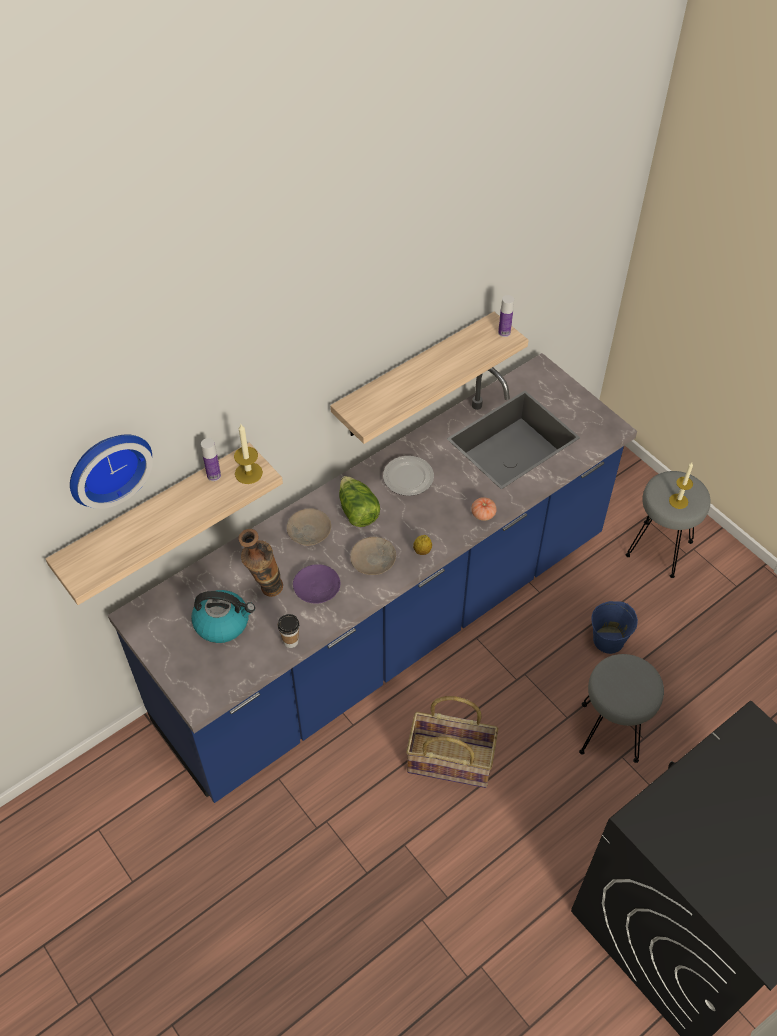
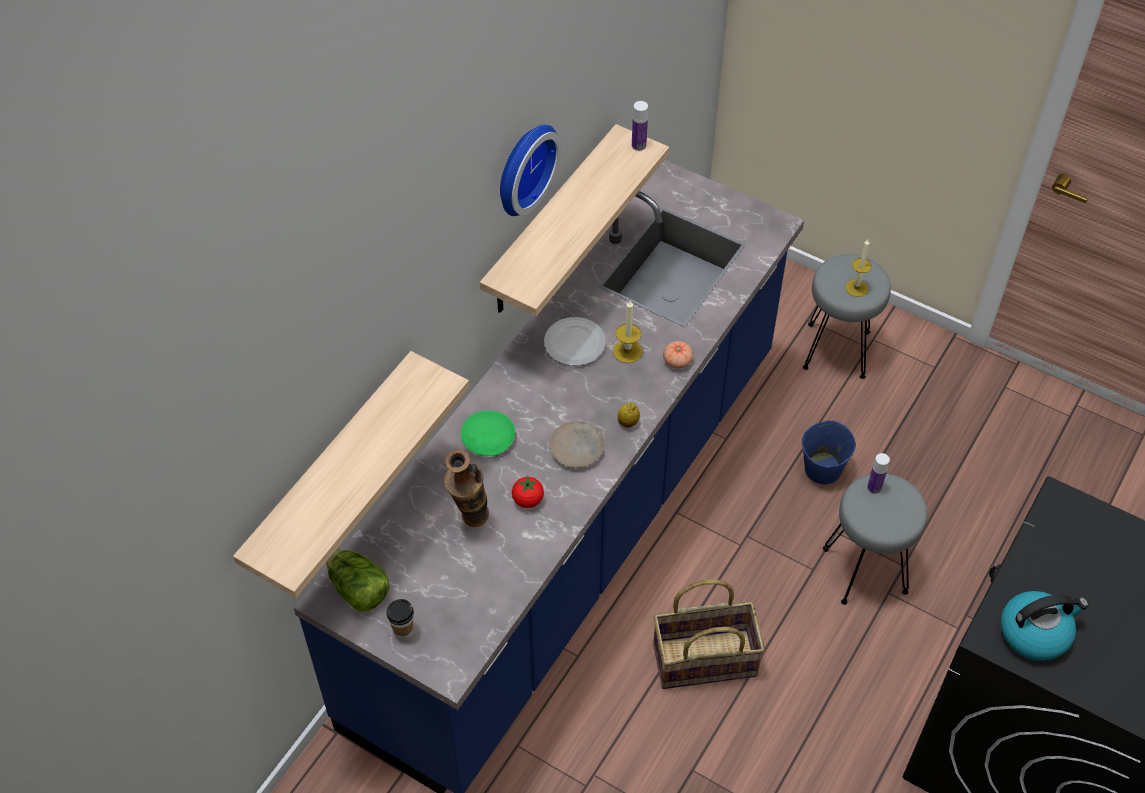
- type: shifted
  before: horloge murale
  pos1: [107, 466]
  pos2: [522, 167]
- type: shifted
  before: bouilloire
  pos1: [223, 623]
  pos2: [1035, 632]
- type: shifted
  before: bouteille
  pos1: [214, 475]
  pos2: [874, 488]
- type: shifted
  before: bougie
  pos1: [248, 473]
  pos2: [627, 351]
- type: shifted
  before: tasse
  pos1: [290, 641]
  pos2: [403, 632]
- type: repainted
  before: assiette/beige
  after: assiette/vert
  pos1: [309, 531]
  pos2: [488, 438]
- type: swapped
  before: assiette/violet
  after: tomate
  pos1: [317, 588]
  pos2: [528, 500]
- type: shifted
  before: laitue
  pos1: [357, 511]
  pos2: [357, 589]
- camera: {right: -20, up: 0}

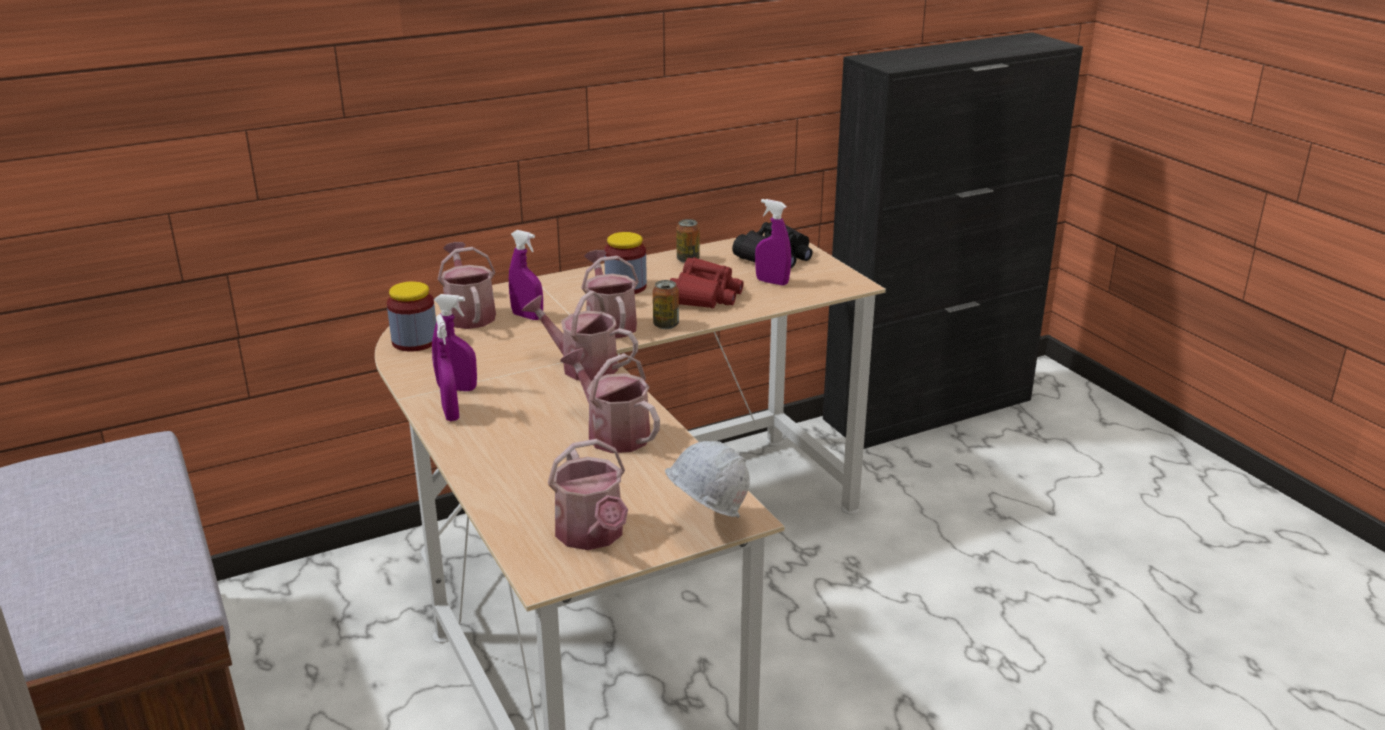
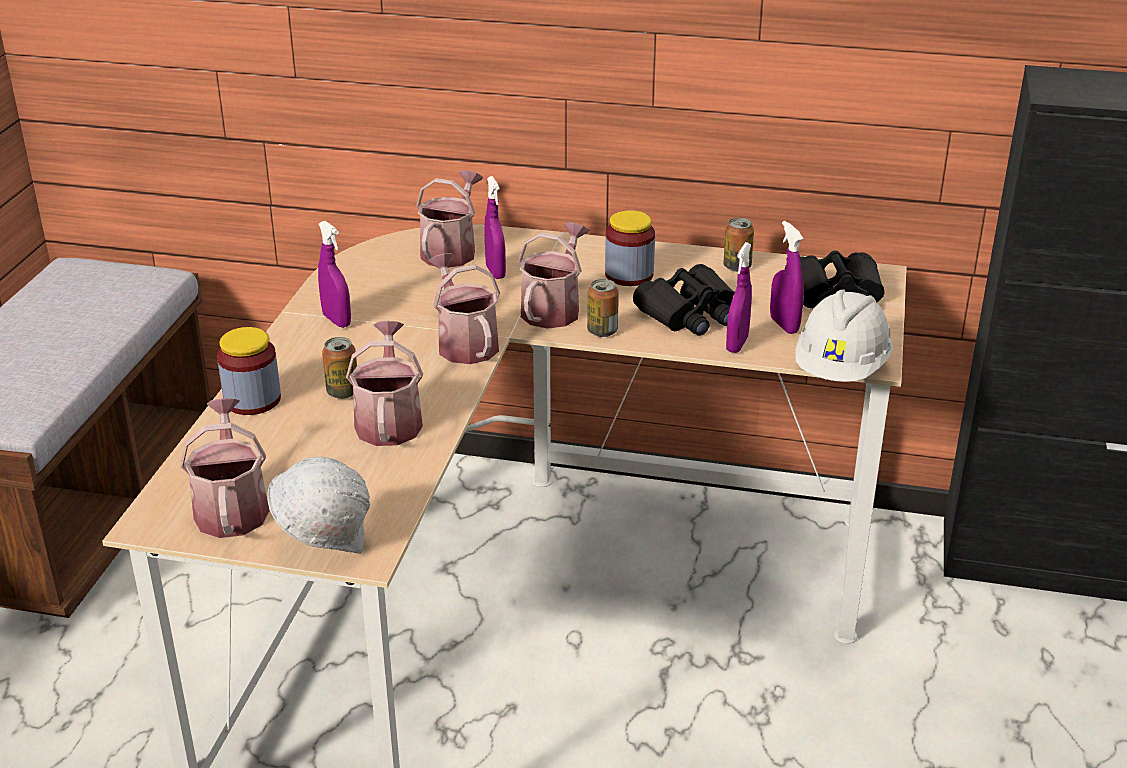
- type: shifted
  before: bocal
  pos1: [415, 341]
  pos2: [252, 400]
- type: shifted
  before: vaporisateur/violet
  pos1: [450, 413]
  pos2: [737, 344]
- type: rotated
  before: arrosoir
  pos1: [592, 536]
  pos2: [231, 507]
  turn: 150
- type: repainted
  before: jumelles/rouge
  after: jumelles/noir
  pos1: [705, 296]
  pos2: [690, 314]
- type: new
  after: boîte métallique
  pos2: [343, 392]
- type: new
  after: casque de chantier/blanc
  pos2: [841, 369]
- camera: {right: 40, up: 5}

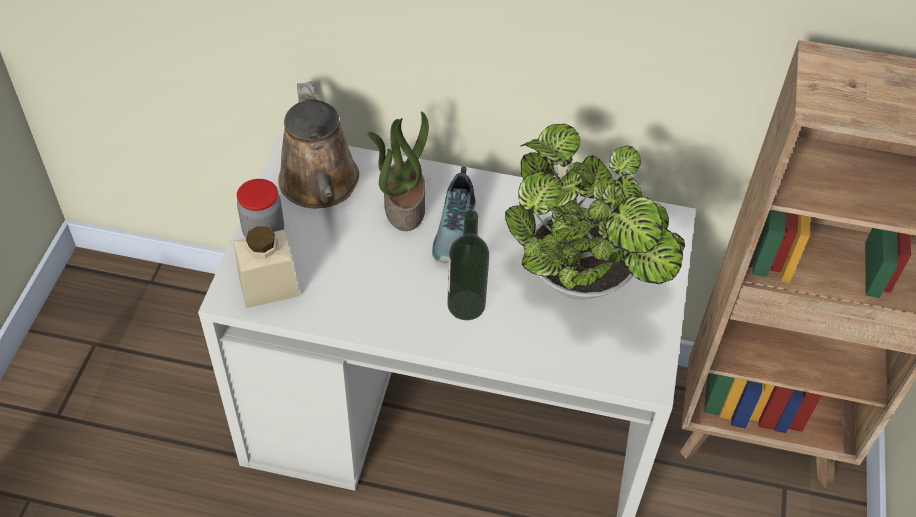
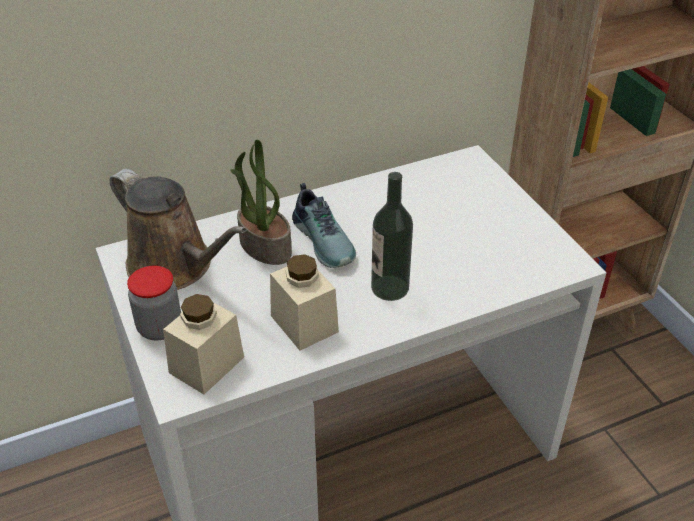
- type: gone
  before: plante en pot
  pos1: [584, 283]
- type: new
  after: bocal/beige
  pos2: [304, 324]
- camera: {right: -35, up: -10}

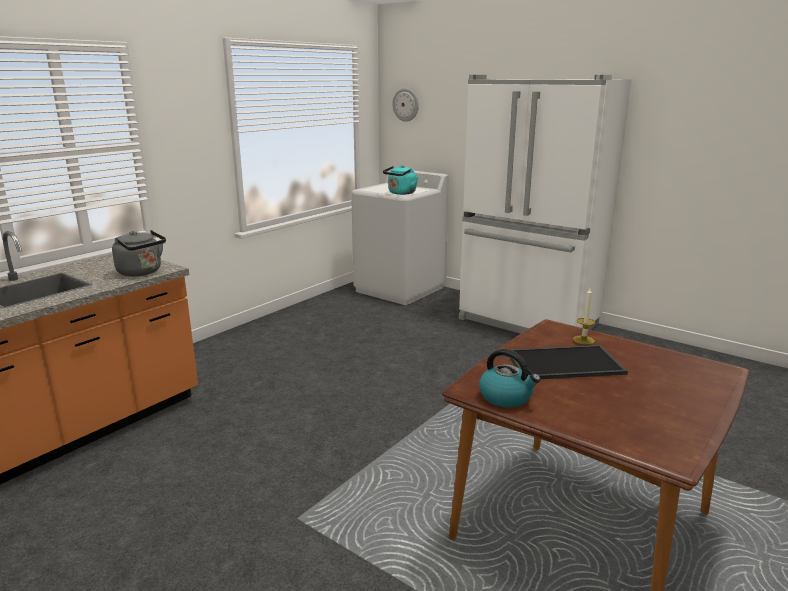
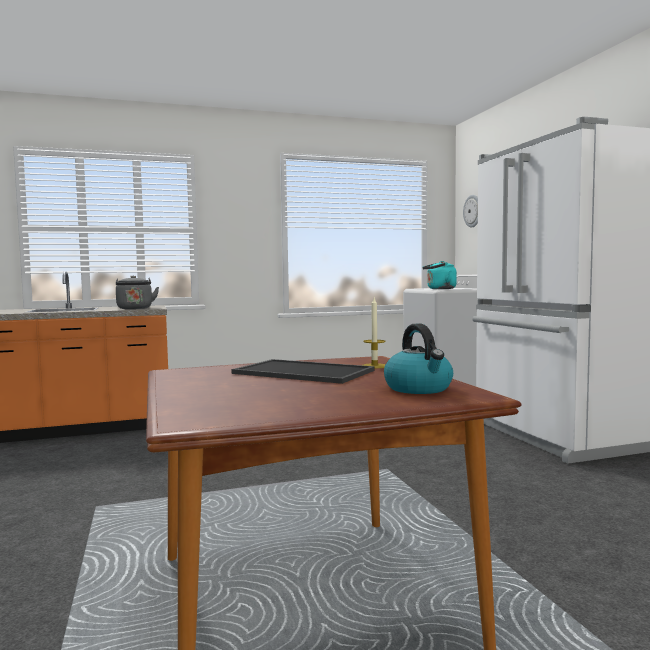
- type: shifted
  before: bouilloire
  pos1: [506, 397]
  pos2: [419, 388]
- camera: {right: 35, up: -15}

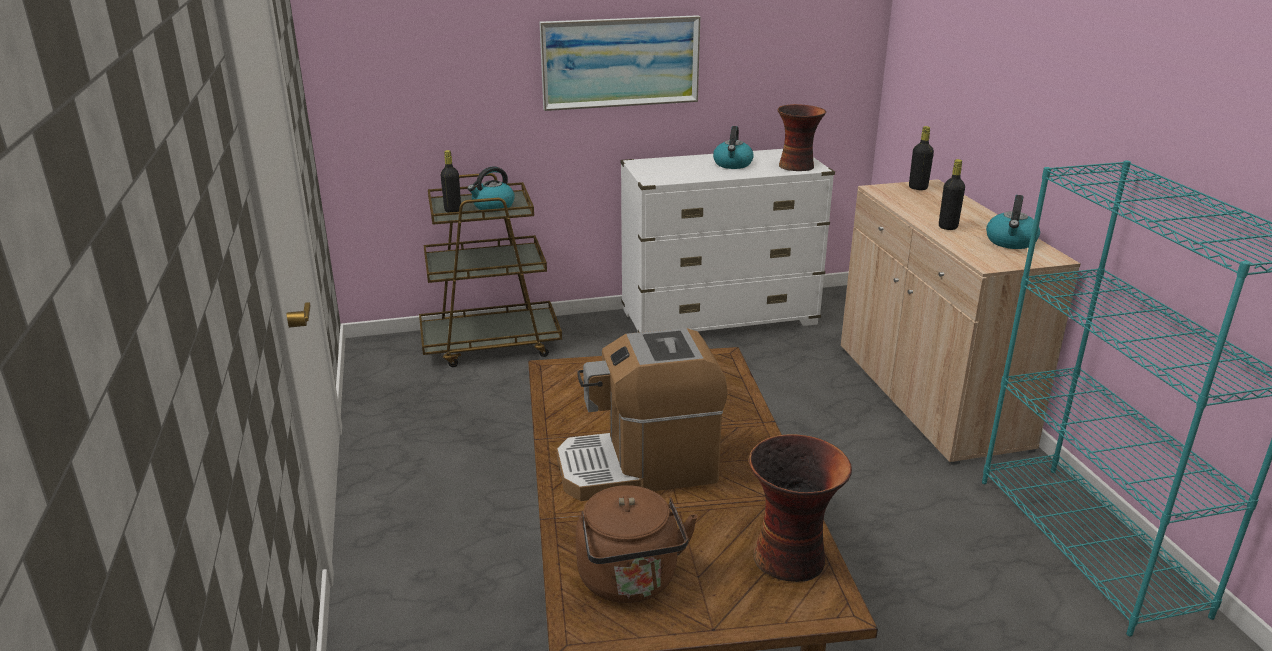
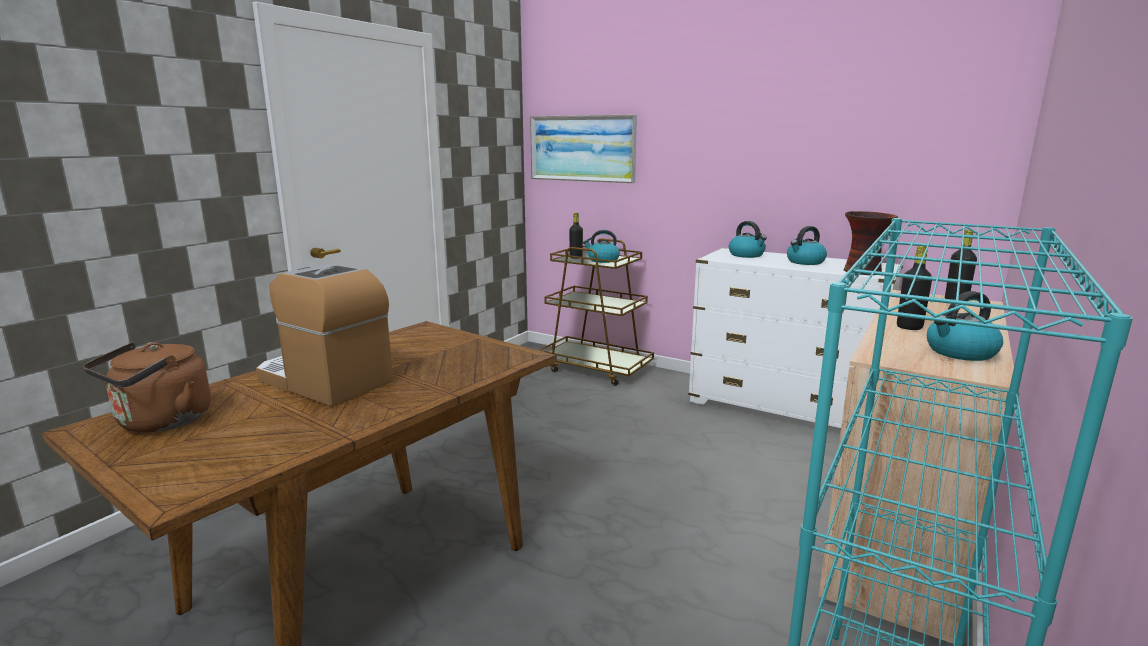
- type: shifted
  before: tableau
  pos1: [620, 62]
  pos2: [582, 148]
- type: gone
  before: vase
  pos1: [792, 558]
- type: new
  after: bouilloire
  pos2: [747, 255]
- camera: {right: 45, up: -10}

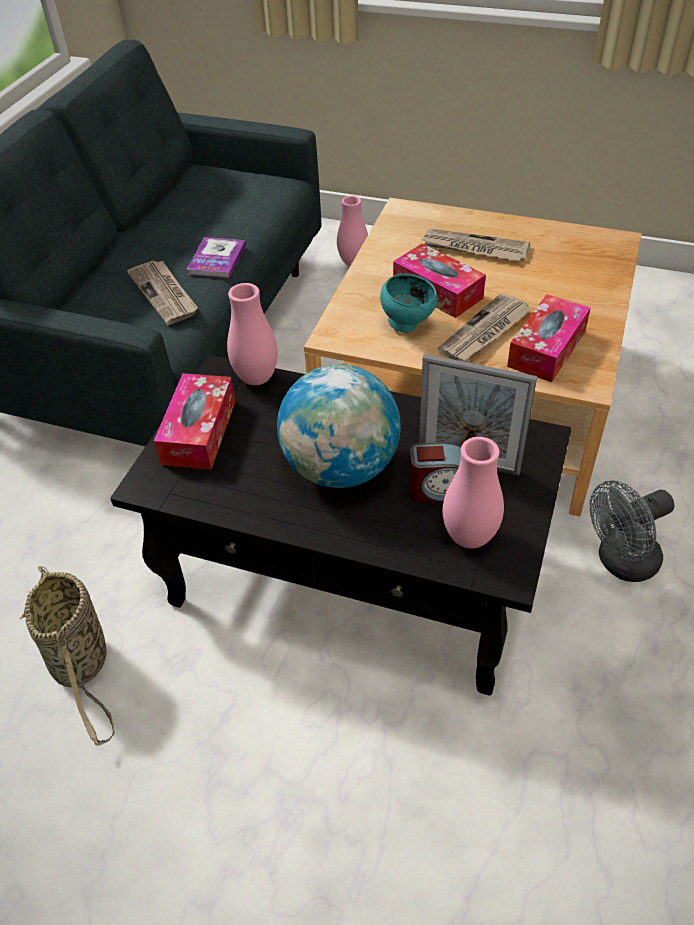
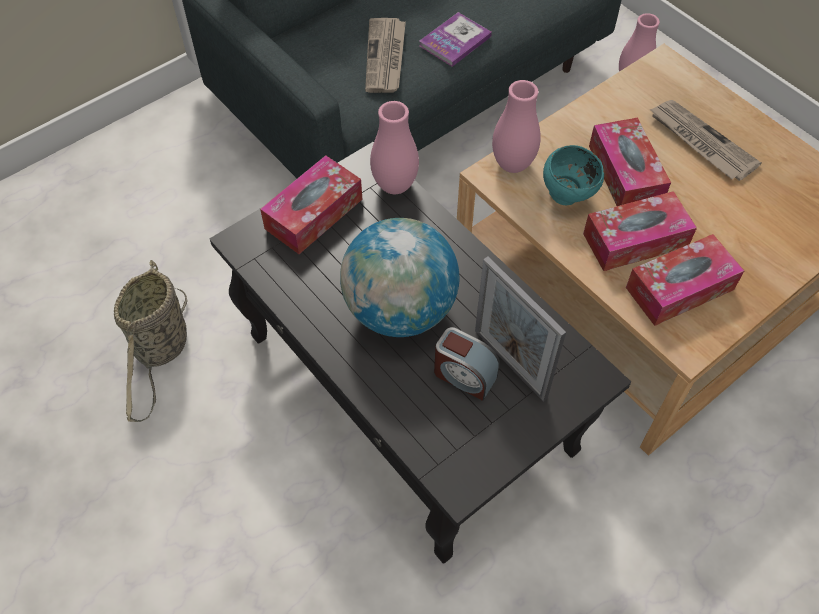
- type: swapped
  before: journal
  after: boîte à mouchoirs
  pos1: [485, 332]
  pos2: [635, 240]
- type: shifted
  before: vase/rose
  pos1: [469, 537]
  pos2: [512, 164]
- type: gone
  before: ventilateur/gris
  pos1: [620, 563]
- camera: {right: 30, up: 10}

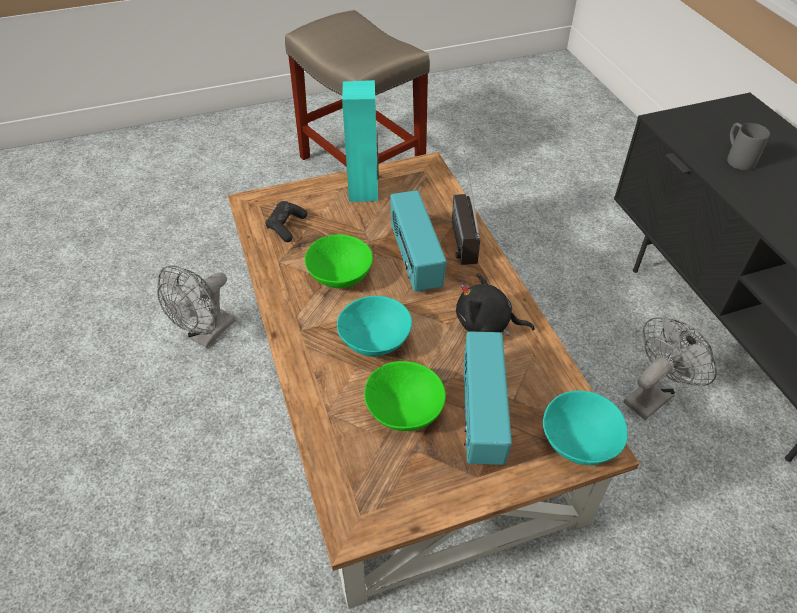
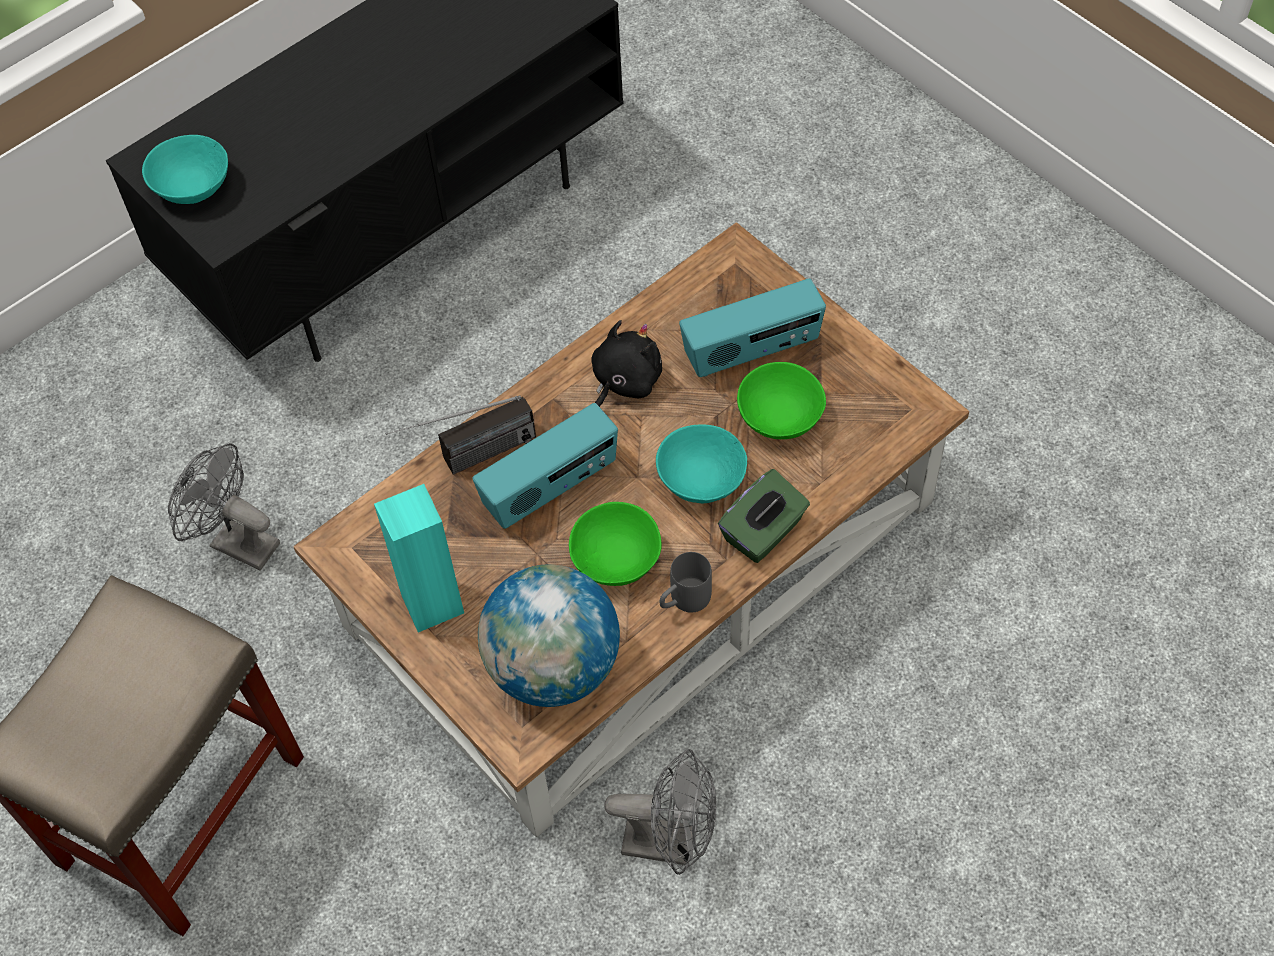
- type: swapped
  before: manette/noir
  after: globe
  pos1: [286, 227]
  pos2: [553, 667]
- type: rotated
  before: peluche/noir
  pos1: [487, 325]
  pos2: [624, 381]
  turn: -135
- type: shifted
  before: bol/turquoise
  pos1: [578, 441]
  pos2: [192, 187]
- type: shifted
  before: ventilateur/gris
  pos1: [652, 395]
  pos2: [235, 542]
- type: shifted
  before: mug/gris
  pos1: [736, 158]
  pos2: [683, 601]
- type: new
  after: boîte à mouchoirs/vert
  pos2: [763, 532]
- camera: {right: -110, up: 10}

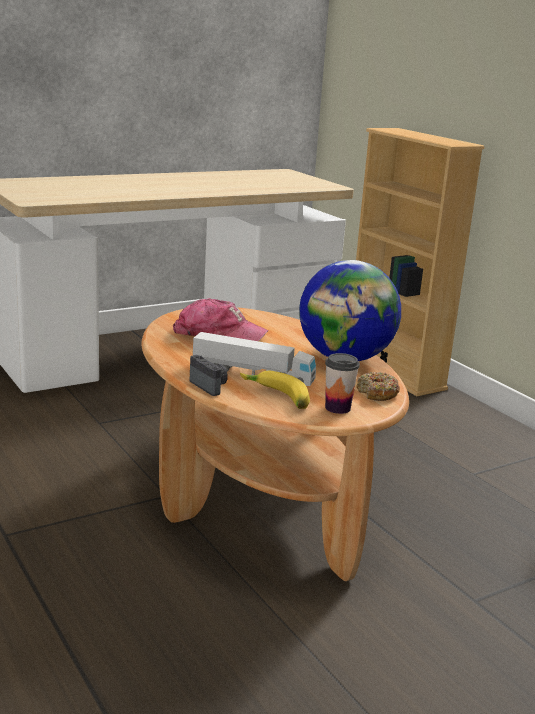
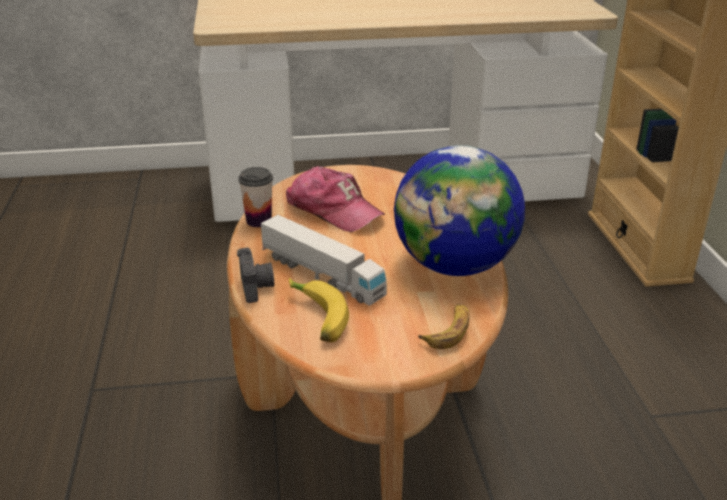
- type: shifted
  before: tasse
  pos1: [337, 408]
  pos2: [259, 221]
- type: swapped
  before: beignet
  after: banane
  pos1: [377, 393]
  pos2: [448, 331]
- camera: {right: 25, up: 10}

